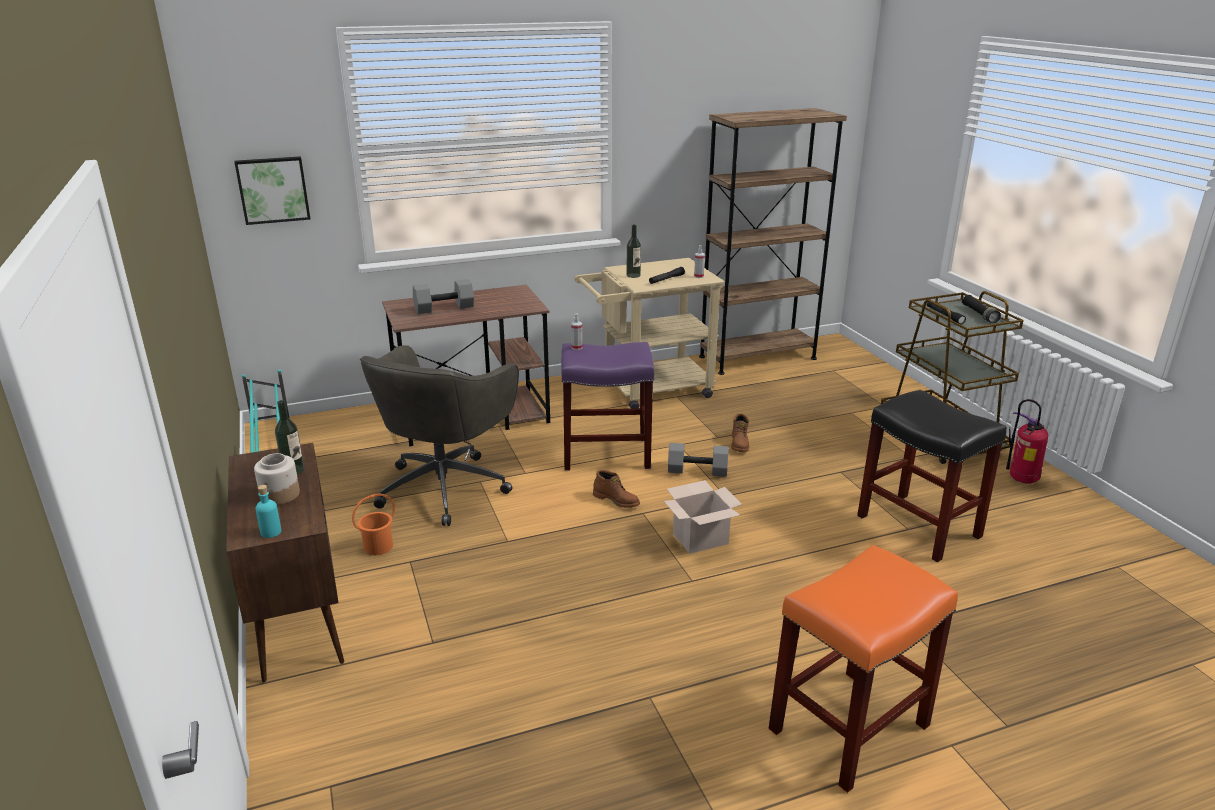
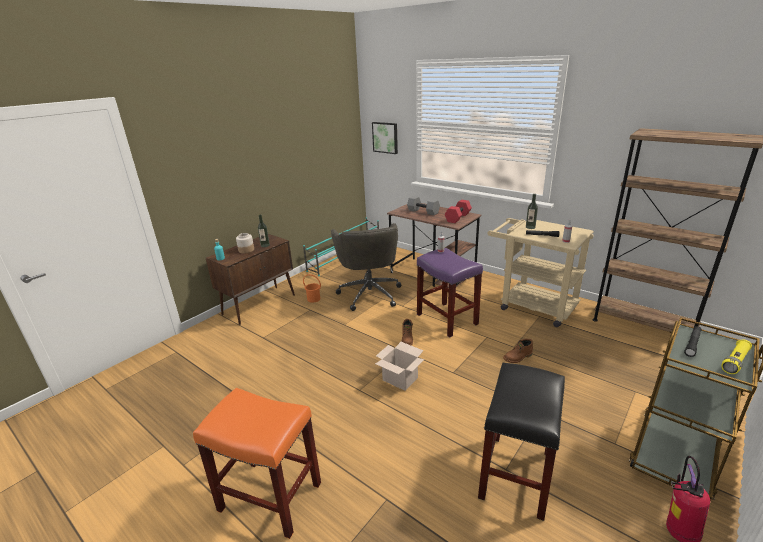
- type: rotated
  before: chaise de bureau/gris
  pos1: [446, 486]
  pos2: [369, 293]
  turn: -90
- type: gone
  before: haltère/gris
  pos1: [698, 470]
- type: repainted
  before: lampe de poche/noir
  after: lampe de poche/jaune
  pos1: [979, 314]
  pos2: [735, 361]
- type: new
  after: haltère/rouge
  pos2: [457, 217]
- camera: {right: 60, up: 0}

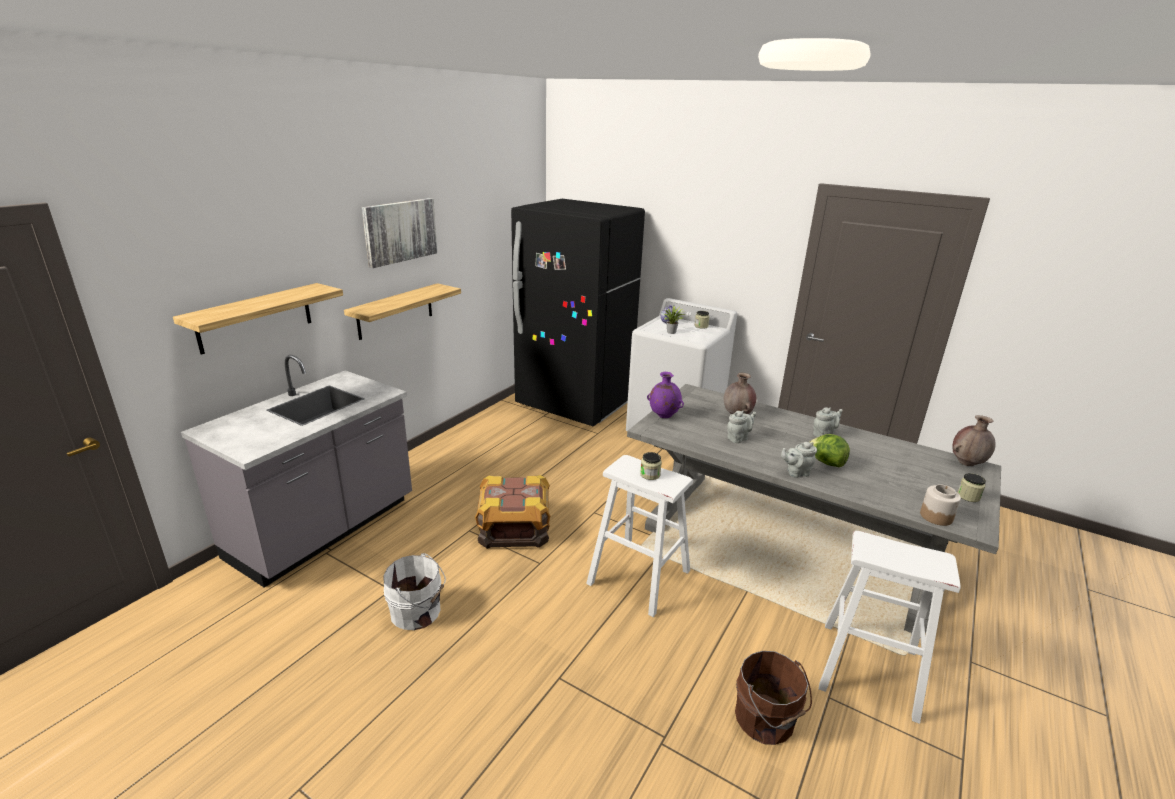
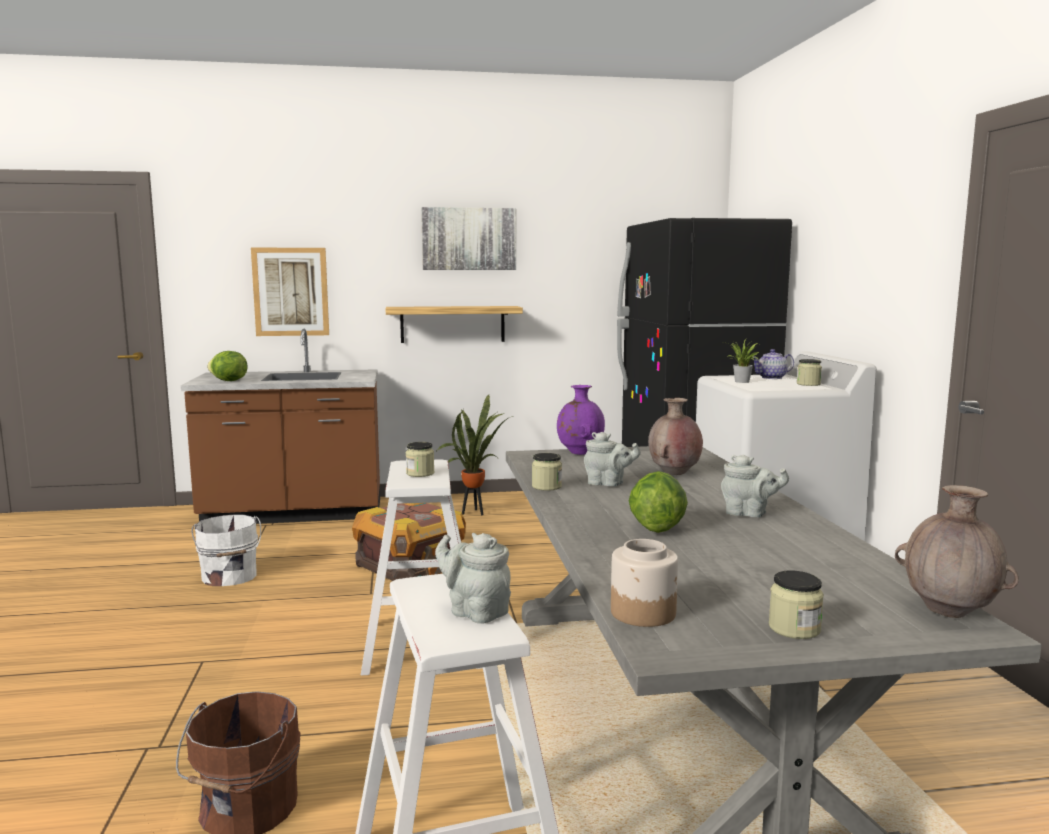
- type: swapped
  before: étagère
  after: tableau
  pos1: [255, 317]
  pos2: [290, 292]
- type: repainted
  before: comptoir de cuisine/gris
  after: comptoir de cuisine/marron
  pos1: [324, 530]
  pos2: [294, 514]
- type: shifted
  before: théière/gris
  pos1: [796, 472]
  pos2: [475, 611]
- type: new
  after: laitue
  pos2: [228, 381]
- type: new
  after: plante en pot
  pos2: [474, 512]
- type: new
  after: bocal
  pos2: [546, 486]
- camera: {right: 50, up: -15}

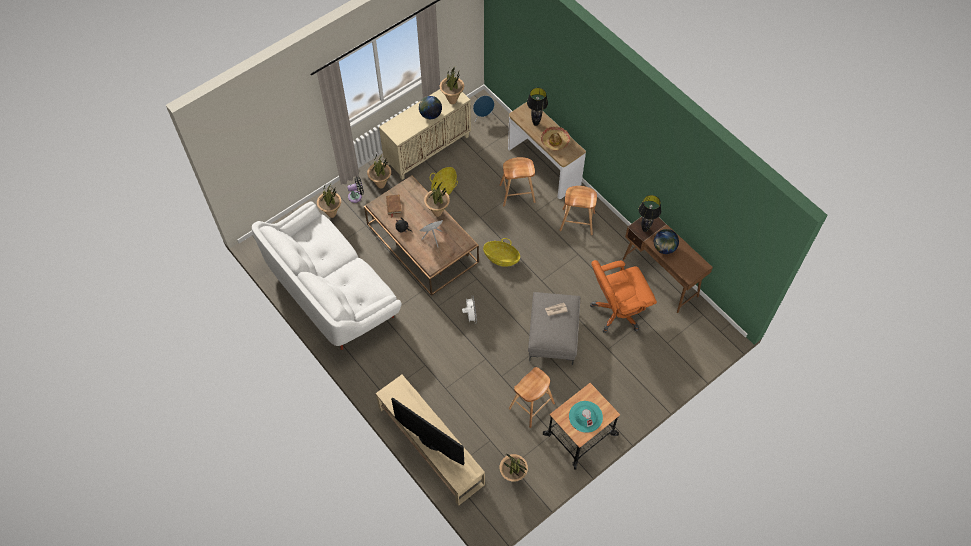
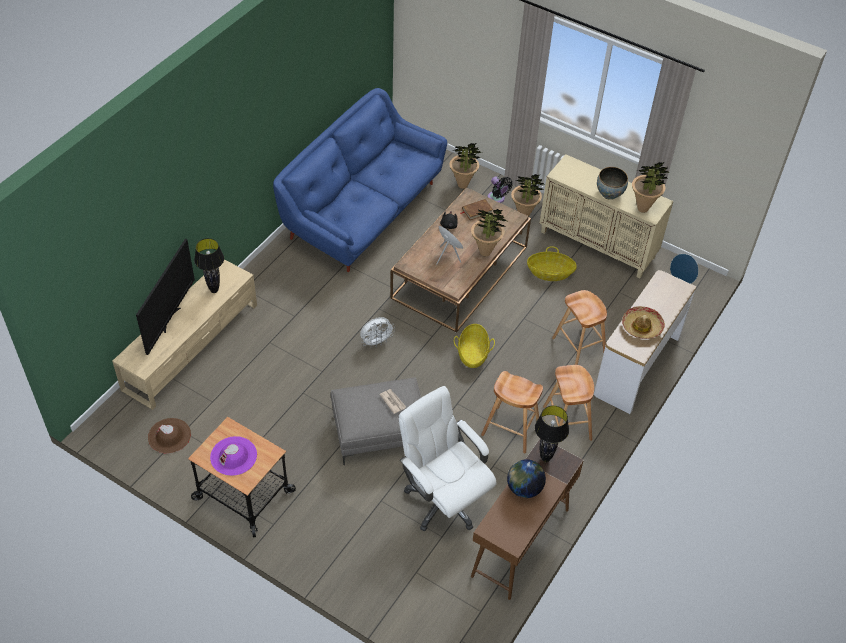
- type: repainted
  before: canapé/blanc
  after: canapé/bleu
  pos1: [332, 290]
  pos2: [363, 211]
- type: swapped
  before: globe
  after: bol
  pos1: [430, 114]
  pos2: [609, 194]
- type: swapped
  before: plante en pot
  after: chapeau/marron
  pos1: [513, 476]
  pos2: [169, 436]
- type: shifted
  before: tabouret/marron
  pos1: [531, 405]
  pos2: [511, 430]
- type: shifted
  before: lampe de table/noir
  pos1: [536, 124]
  pos2: [214, 290]
- type: repainted
  before: chapeau/turquoise
  after: chapeau/violet
  pos1: [585, 416]
  pos2: [233, 456]
- type: repainted
  before: chaise de bureau/orange
  after: chaise de bureau/blanc
  pos1: [617, 312]
  pos2: [443, 500]
- camera: {right: 70, up: -10}

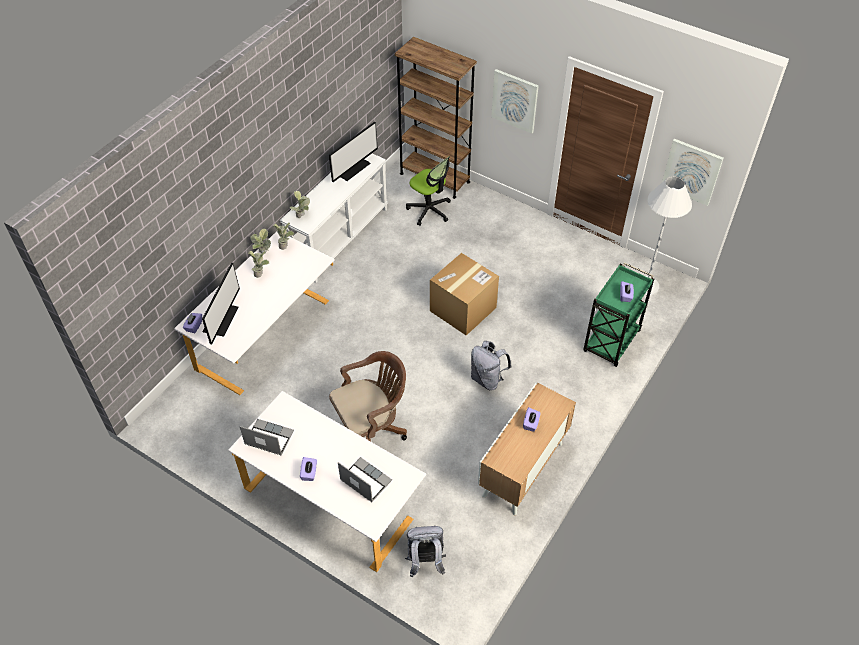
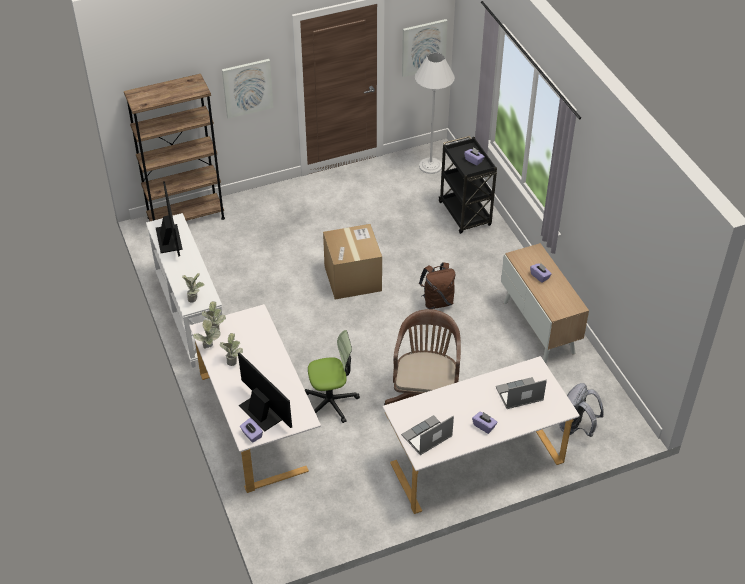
- type: shifted
  before: chaise de bureau
  pos1: [429, 210]
  pos2: [331, 402]
- type: repainted
  before: sac à dos/gris
  after: sac à dos/marron
  pos1: [487, 379]
  pos2: [437, 301]
- type: repainted
  before: chariot/vert
  after: chariot/noir
  pos1: [611, 342]
  pos2: [465, 214]
- camera: {right: -55, up: -5}

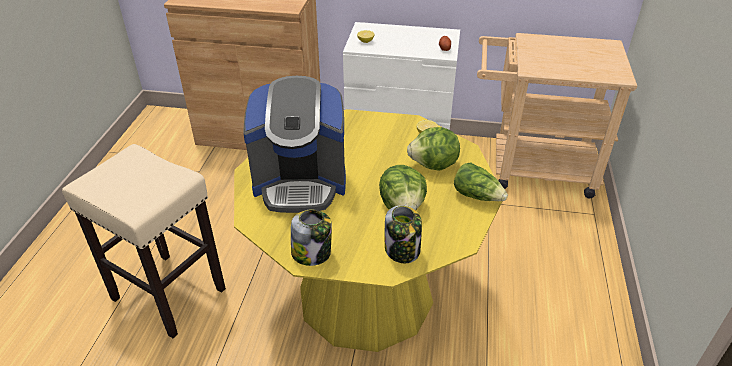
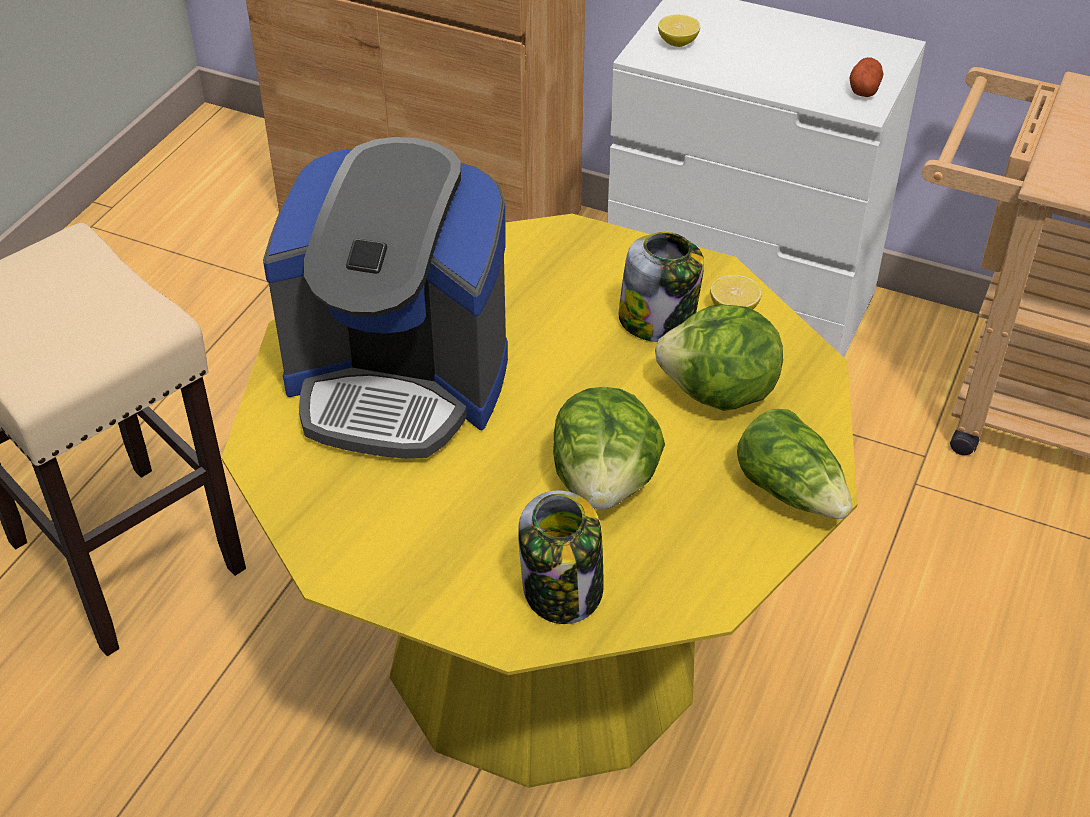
- type: shifted
  before: bocal
  pos1: [312, 253]
  pos2: [658, 321]
- camera: {right: 15, up: 5}

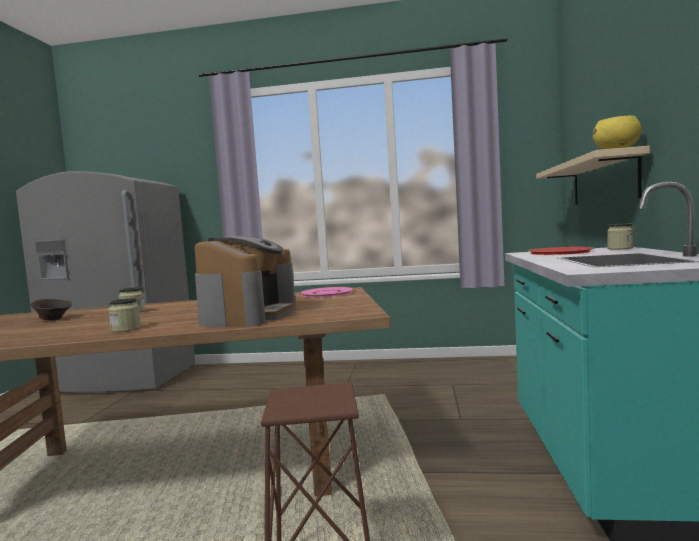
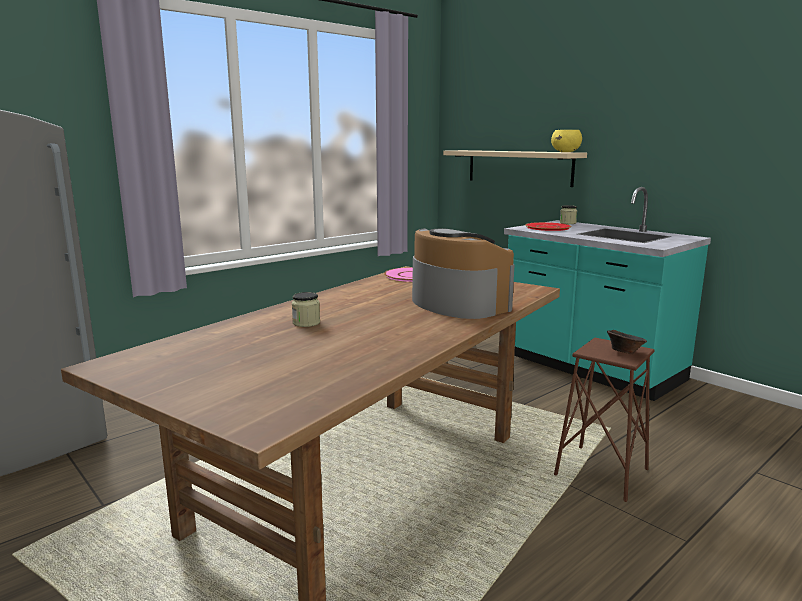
- type: shifted
  before: bol/marron
  pos1: [53, 319]
  pos2: [624, 353]
- type: gone
  before: bocal
  pos1: [126, 329]
- camera: {right: -50, up: 10}

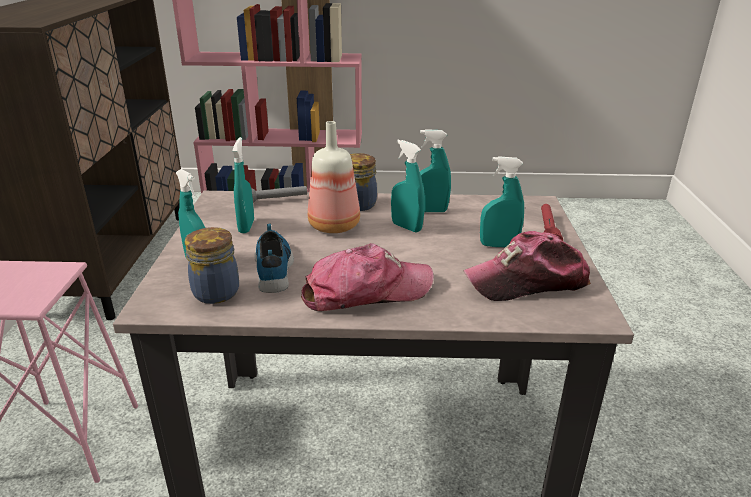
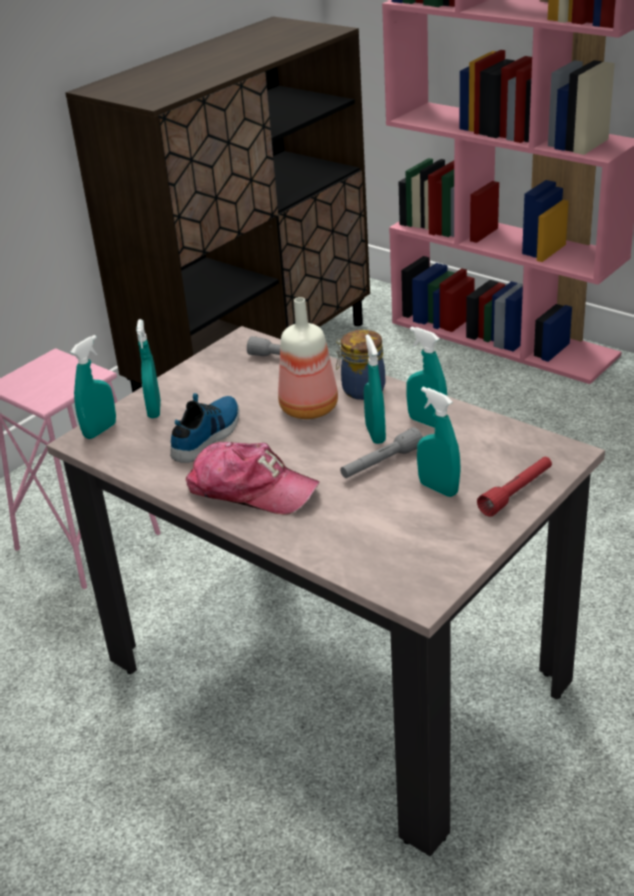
- type: gone
  before: bocal
  pos1: [214, 291]
- type: shifted
  before: vaporisateur/turquoise
  pos1: [246, 226]
  pos2: [100, 430]
- type: gone
  before: casquette
  pos1: [527, 281]
- type: new
  after: lampe de poche/gris
  pos2: [381, 463]
- camera: {right: 40, up: 5}

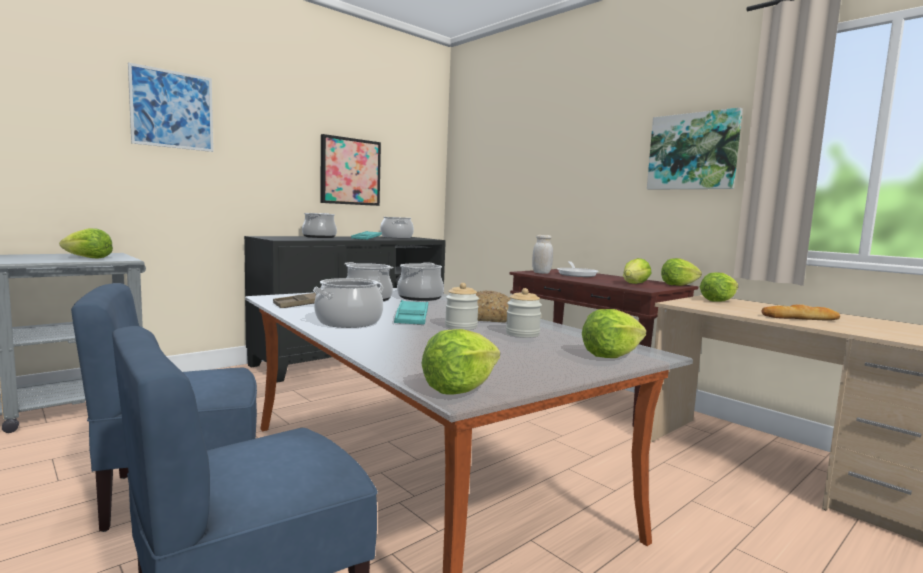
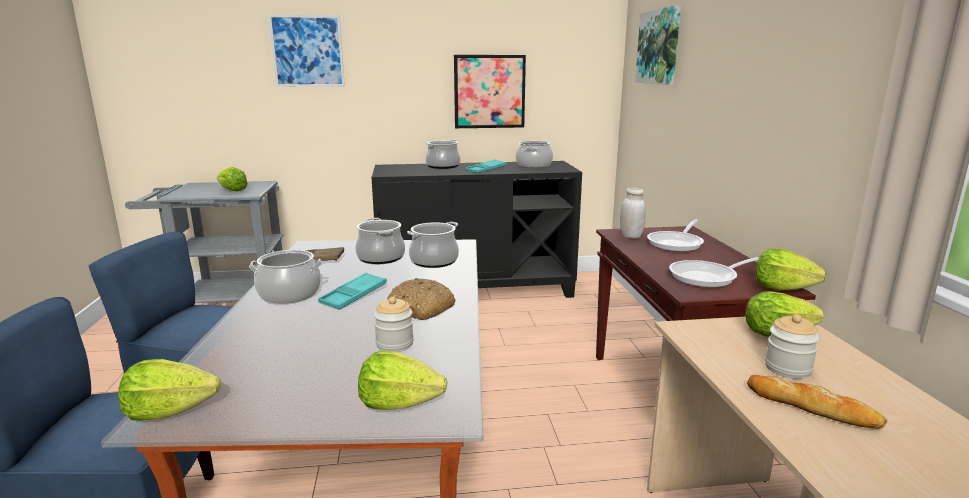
- type: shifted
  before: bocal
  pos1: [461, 326]
  pos2: [787, 368]
- type: swapped
  before: laitue
  after: poêle
  pos1: [635, 284]
  pos2: [708, 277]
- type: shifted
  before: tableau
  pos1: [693, 151]
  pos2: [659, 47]
- camera: {right: 35, up: 10}

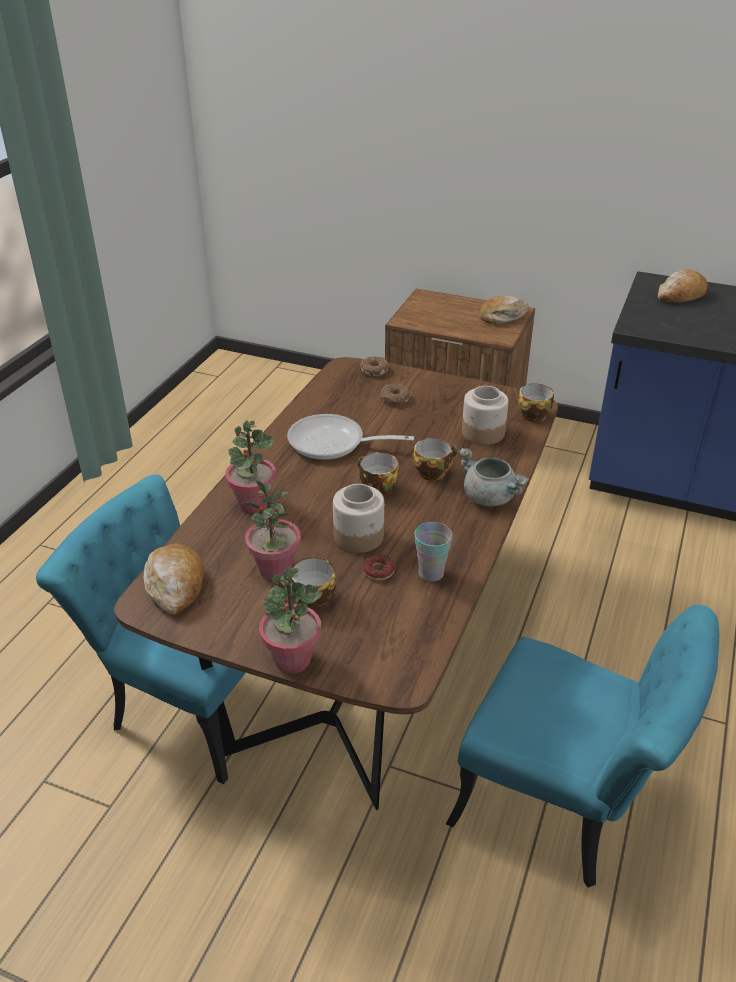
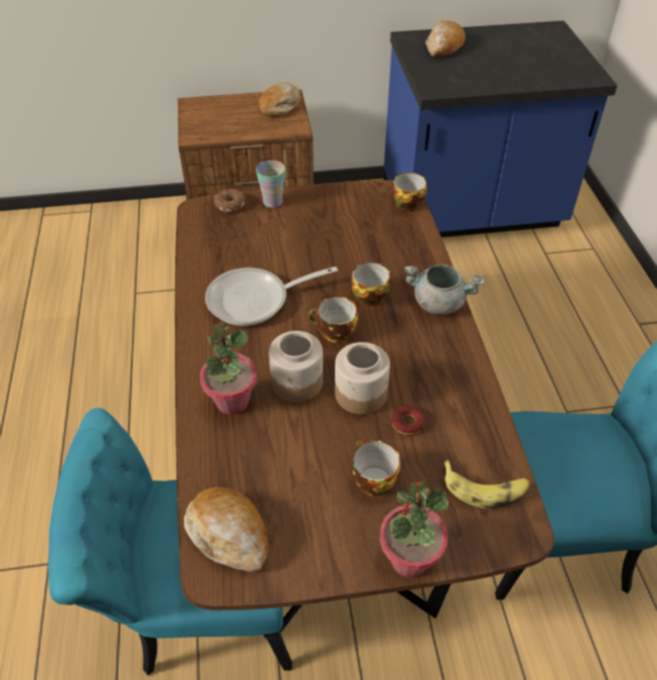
- type: gone
  before: plante en pot
  pos1: [275, 569]
- type: gone
  before: beignet
  pos1: [394, 399]
- type: shifted
  before: tasse
  pos1: [431, 573]
  pos2: [272, 202]
- type: shifted
  before: bocal
  pos1: [483, 433]
  pos2: [297, 383]
- type: new
  after: banane
  pos2: [485, 489]
- camera: {right: -30, up: 10}

